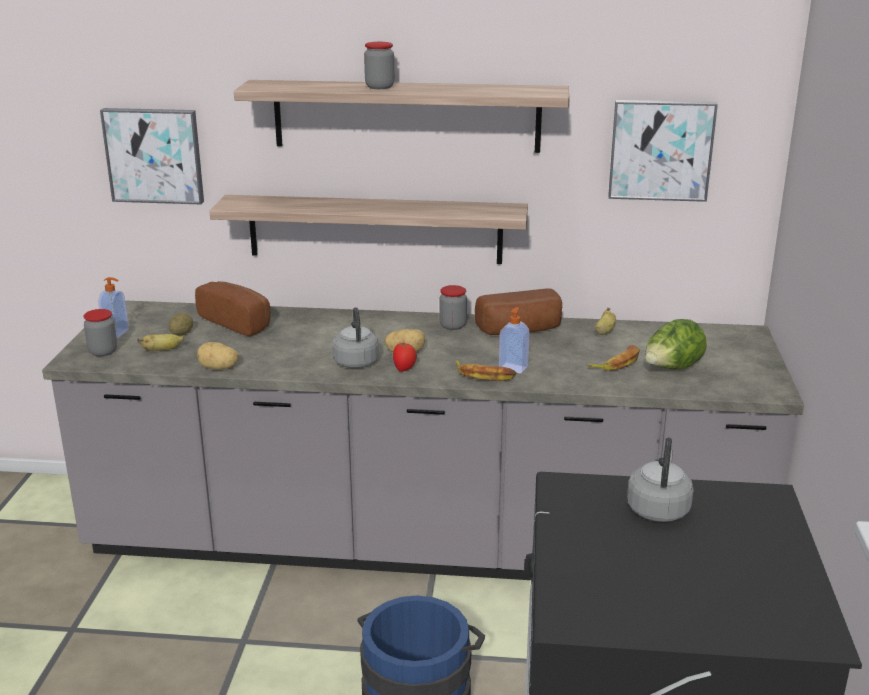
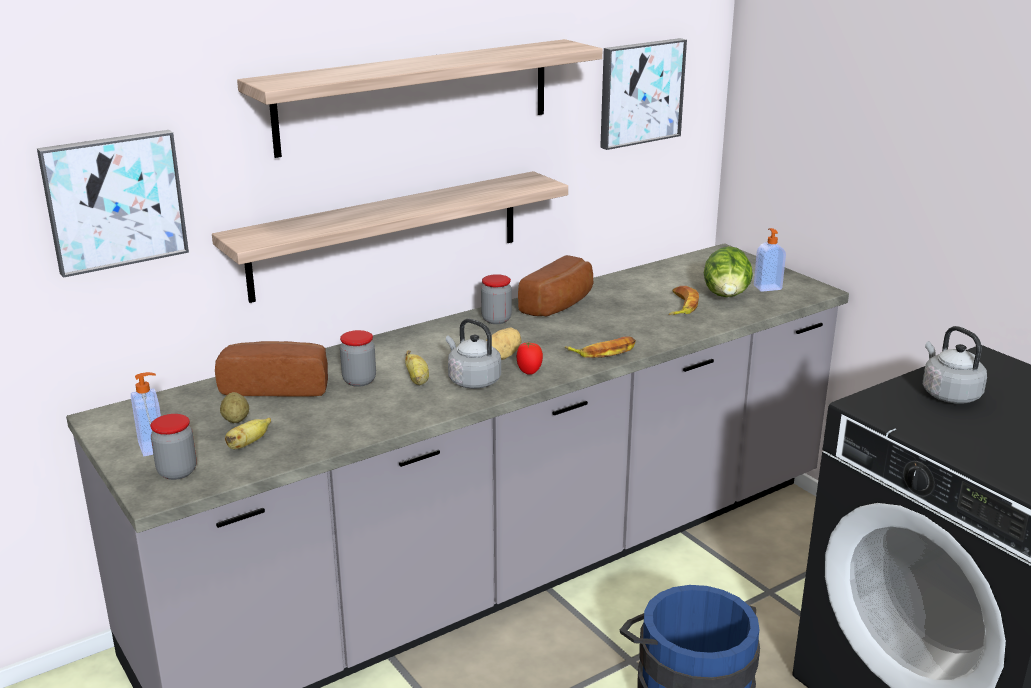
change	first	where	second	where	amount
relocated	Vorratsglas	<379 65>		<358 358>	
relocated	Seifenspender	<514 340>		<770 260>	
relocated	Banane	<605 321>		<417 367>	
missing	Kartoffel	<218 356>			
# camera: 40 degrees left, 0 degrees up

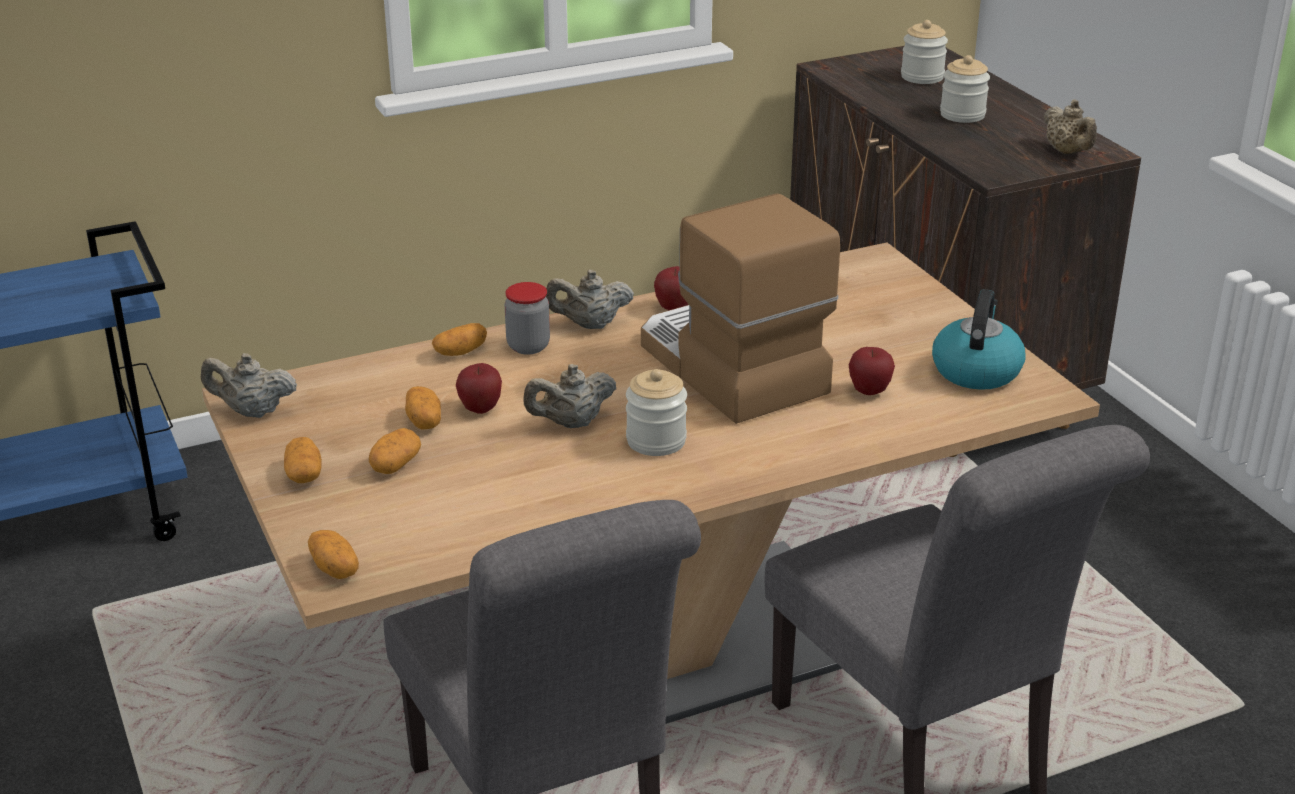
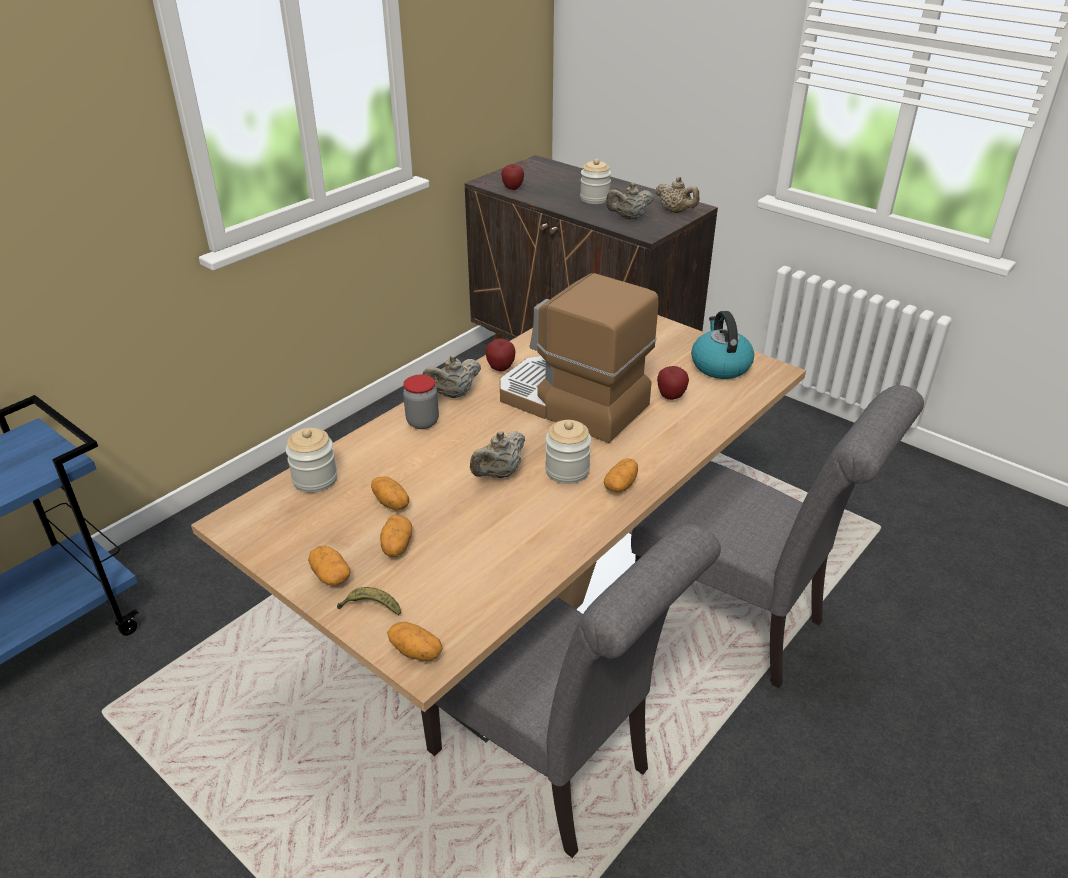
change	first	where	second	where	amount
relocated	Vorratsglas	<924 52>		<312 460>	
relocated	Kartoffel	<459 339>		<621 475>	
relocated	Teekanne (beige)	<249 385>		<630 201>	
relocated	Apfel	<479 388>		<512 177>	
appeared			Banane	<369 601>	
# camera: 25 degrees left, 5 degrees up

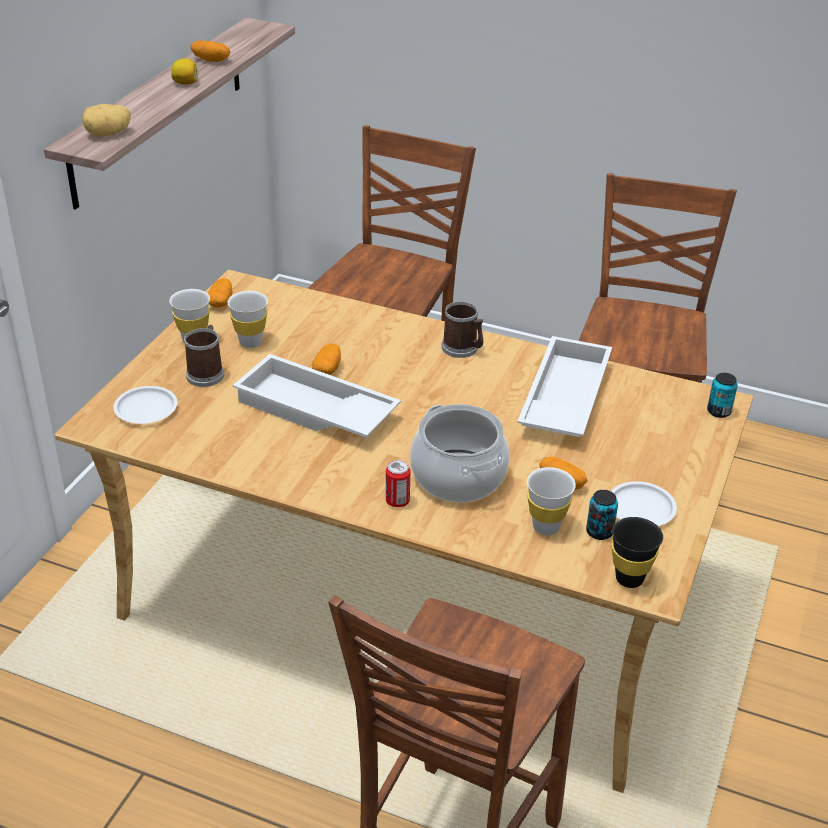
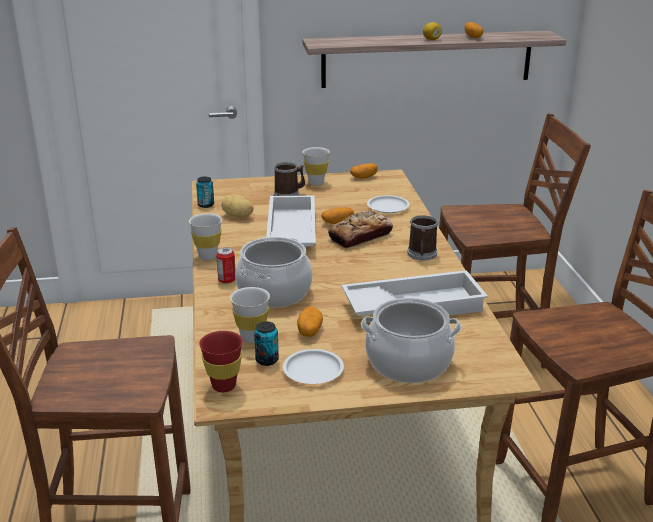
change	first	where	second	where	amount
relocated	Kartoffel	<106 120>		<237 206>	
relocated	Tasse (weiß)	<247 319>		<205 236>	
relocated	Dose	<722 395>		<205 192>	
relocated	Teller (weiß)	<145 405>		<388 204>	
colour	Tasse (schwarz)	<637 552>	Tasse (rot)	<221 361>	
appeared			Brot	<360 229>	
appeared			Kochtopf	<411 340>	
# camera: 60 degrees right, 10 degrees down

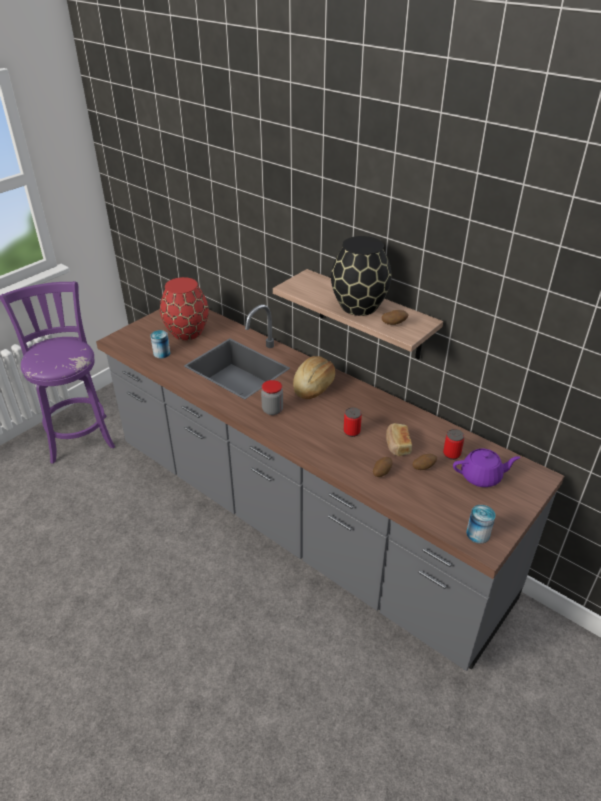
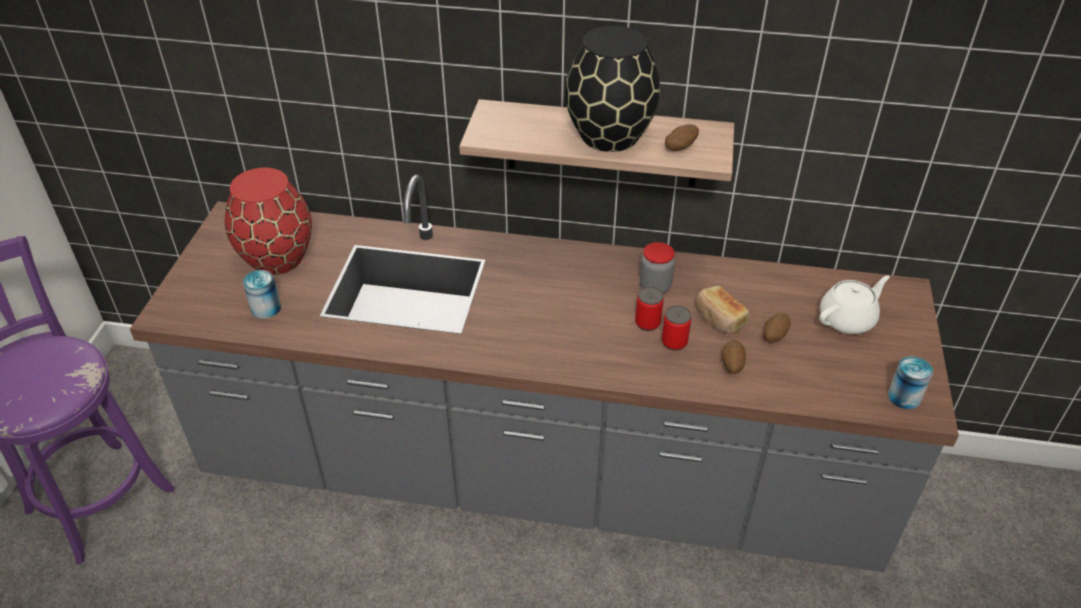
change	first	where	second	where	amount
missing	Brot	<314 377>			
relocated	Vorratsglas	<272 397>		<657 268>	
relocated	Dose	<453 444>		<676 328>	
colour	Teekanne (lila)	<486 467>	Teekanne (weiß)	<854 304>	
# camera: 30 degrees left, 5 degrees up

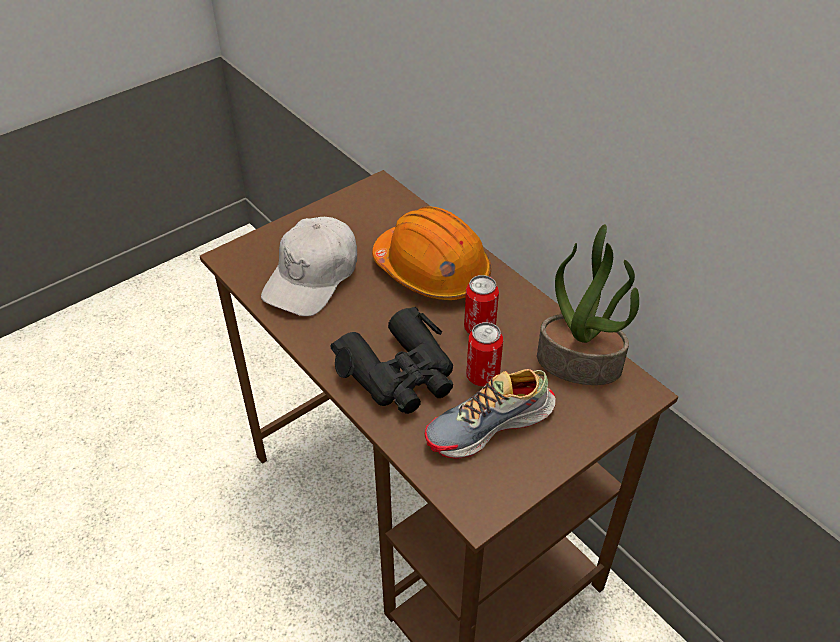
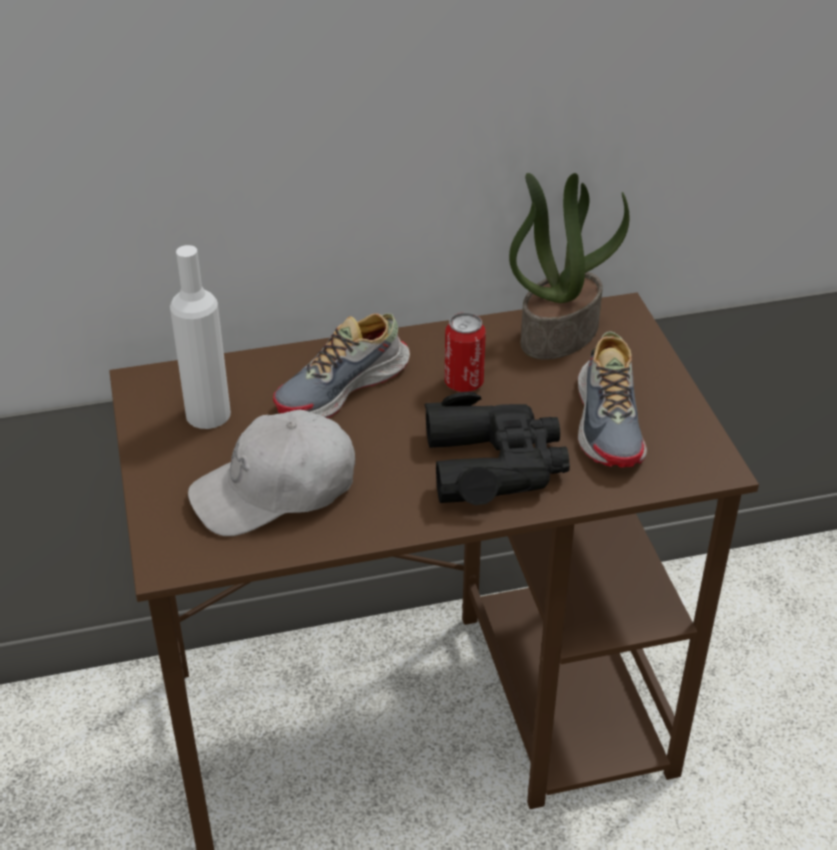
change	first	where	second	where	amount
exchanged	Schutzhelm (orange)	<431 253>	Schuh	<341 366>	
spun	Kappe (weiß)	<309 266>		<271 473>	105 degrees clockwise
missing	Dose	<485 354>			
appeared			Flasche (weiß)	<200 337>	
# camera: 65 degrees left, 5 degrees down

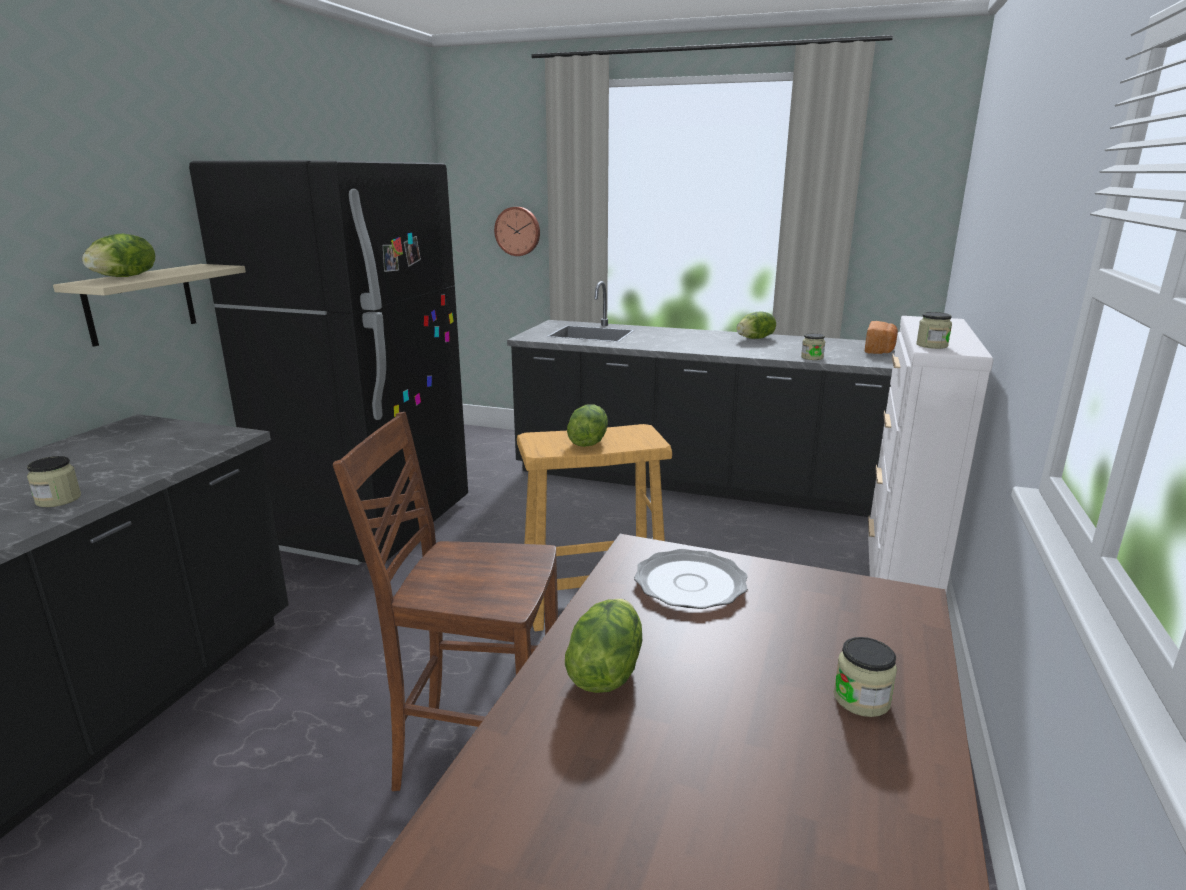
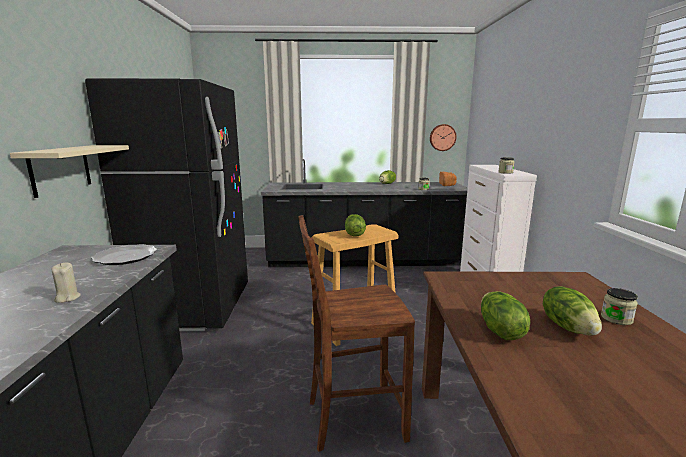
change	first	where	second	where	amount
relocated	Wanduhr	<517 231>		<443 137>	
relocated	Salatkopf	<118 255>		<572 311>	
exchanged	Vorratsglas	<54 481>	Kerze (beige)	<66 283>	
relocated	Teller	<690 579>		<124 254>	
# camera: 20 degrees left, 5 degrees down

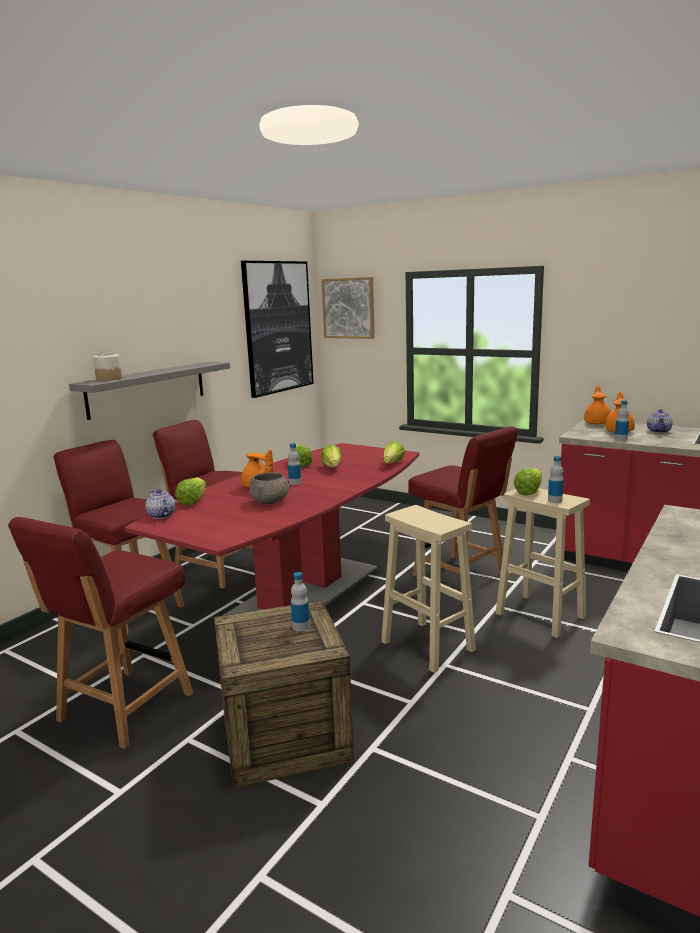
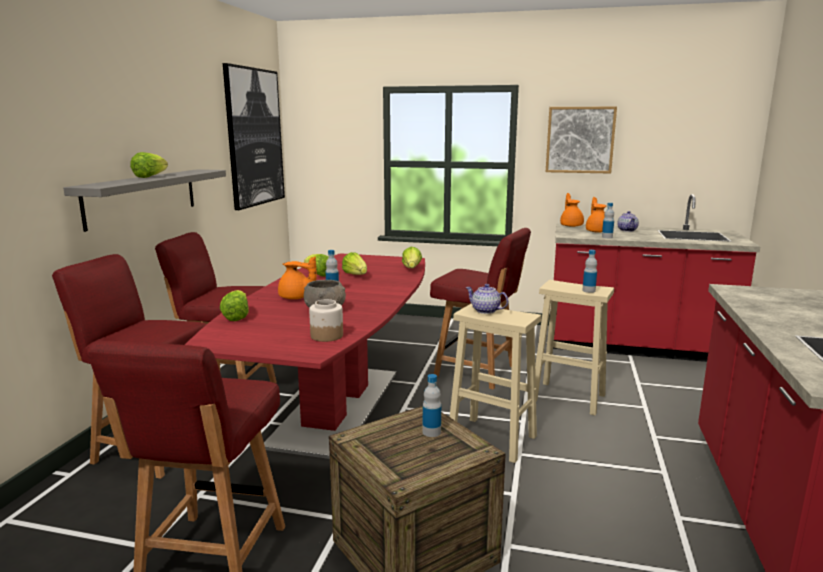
change	first	where	second	where	amount
relocated	Bild	<348 308>		<581 140>	
relocated	Vorratsglas	<107 366>		<326 320>	
relocated	Salatkopf	<528 481>		<149 165>	
relocated	Teekanne	<160 504>		<487 299>	
# camera: 20 degrees left, 0 degrees up

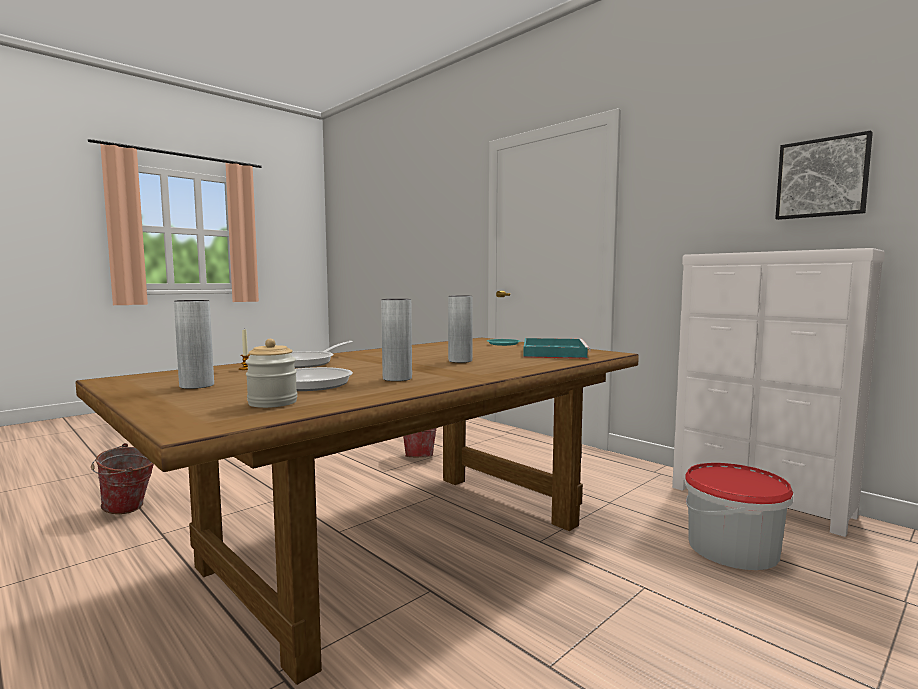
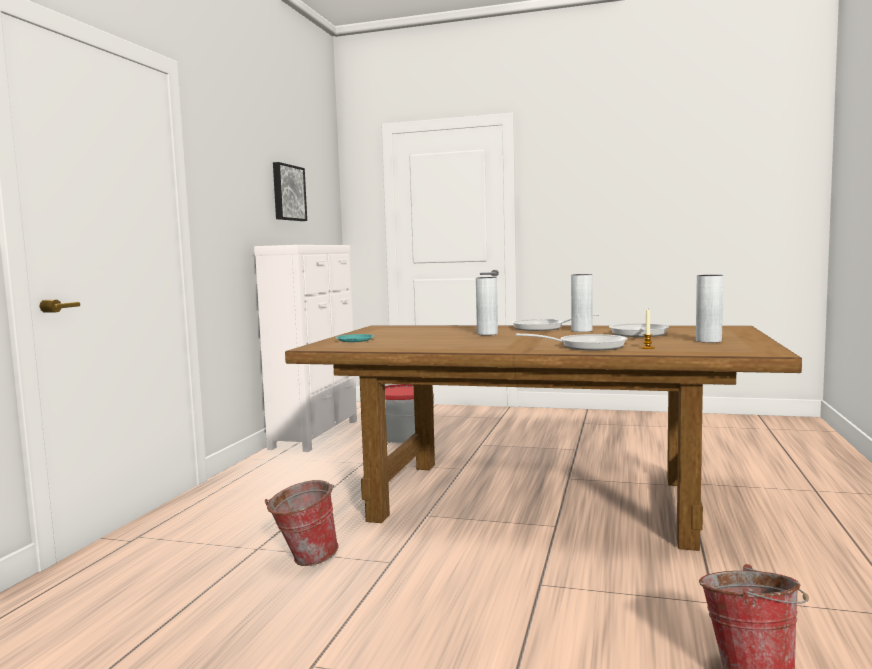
change	first	where	second	where	amount
missing	Tablett (türkis)	<557 348>			
missing	Vorratsglas	<271 373>			
appeared			Pfanne	<555 322>	
# camera: 120 degrees left, 0 degrees up

